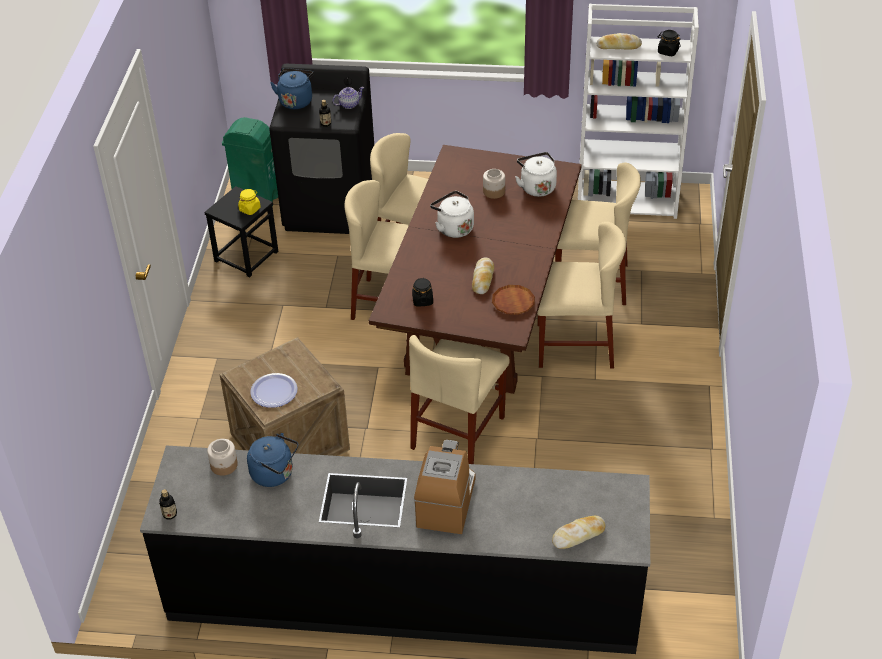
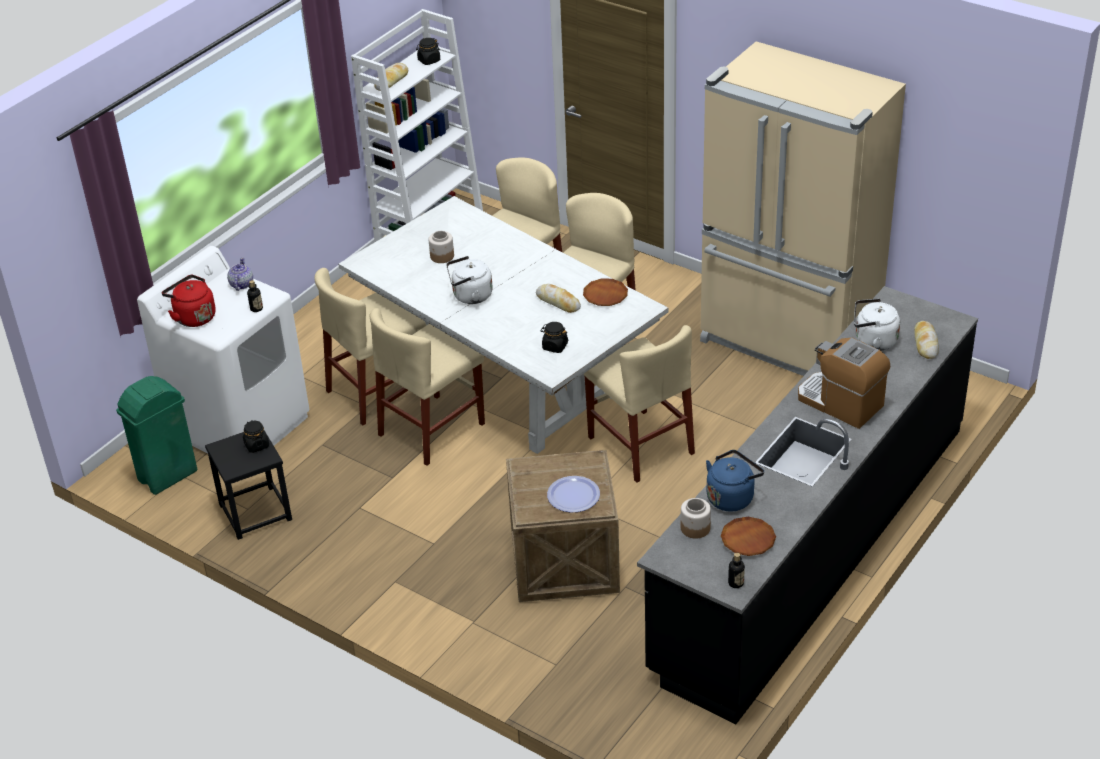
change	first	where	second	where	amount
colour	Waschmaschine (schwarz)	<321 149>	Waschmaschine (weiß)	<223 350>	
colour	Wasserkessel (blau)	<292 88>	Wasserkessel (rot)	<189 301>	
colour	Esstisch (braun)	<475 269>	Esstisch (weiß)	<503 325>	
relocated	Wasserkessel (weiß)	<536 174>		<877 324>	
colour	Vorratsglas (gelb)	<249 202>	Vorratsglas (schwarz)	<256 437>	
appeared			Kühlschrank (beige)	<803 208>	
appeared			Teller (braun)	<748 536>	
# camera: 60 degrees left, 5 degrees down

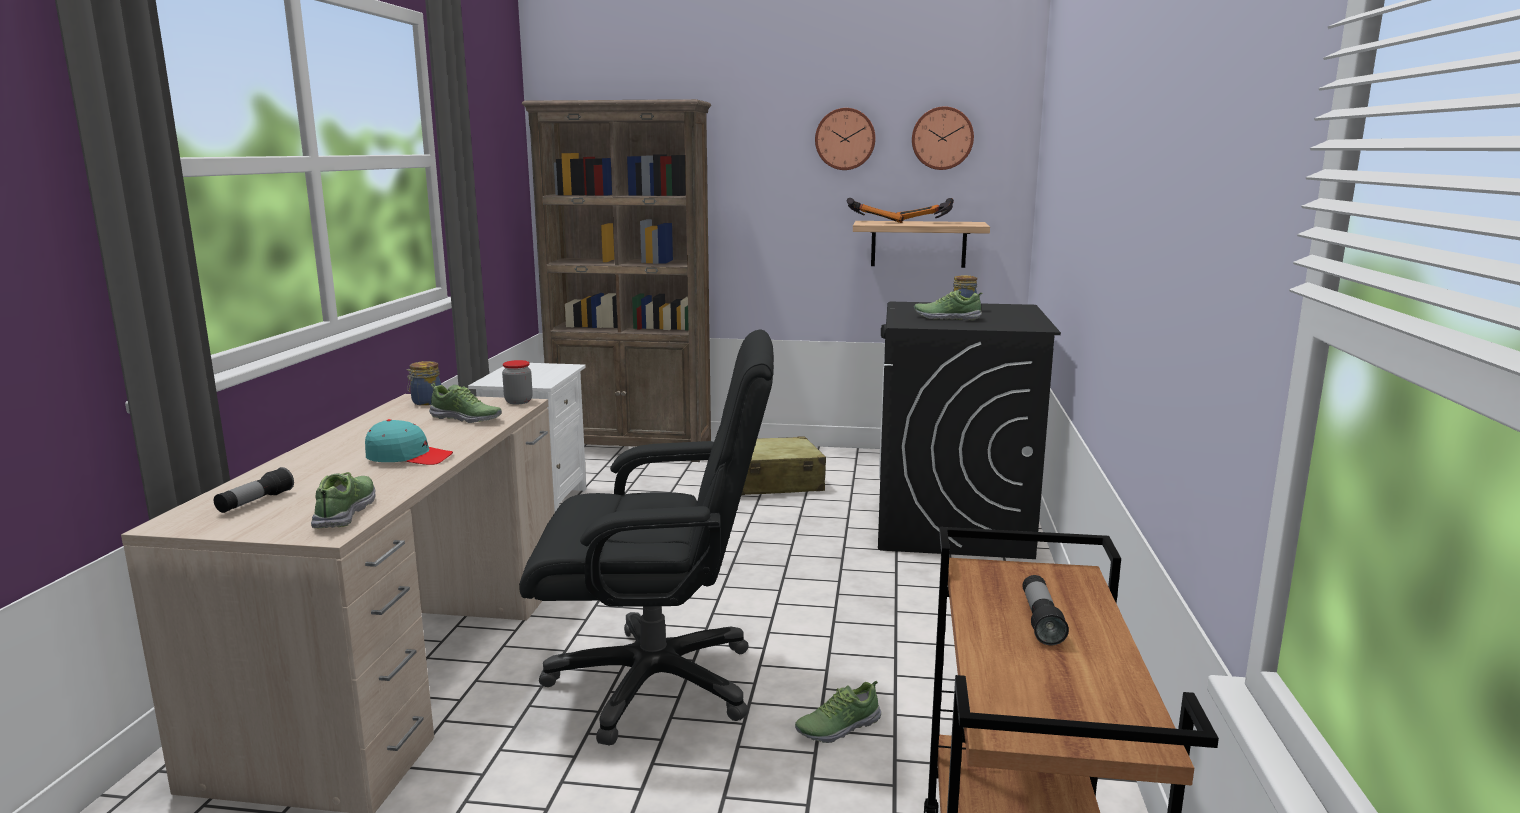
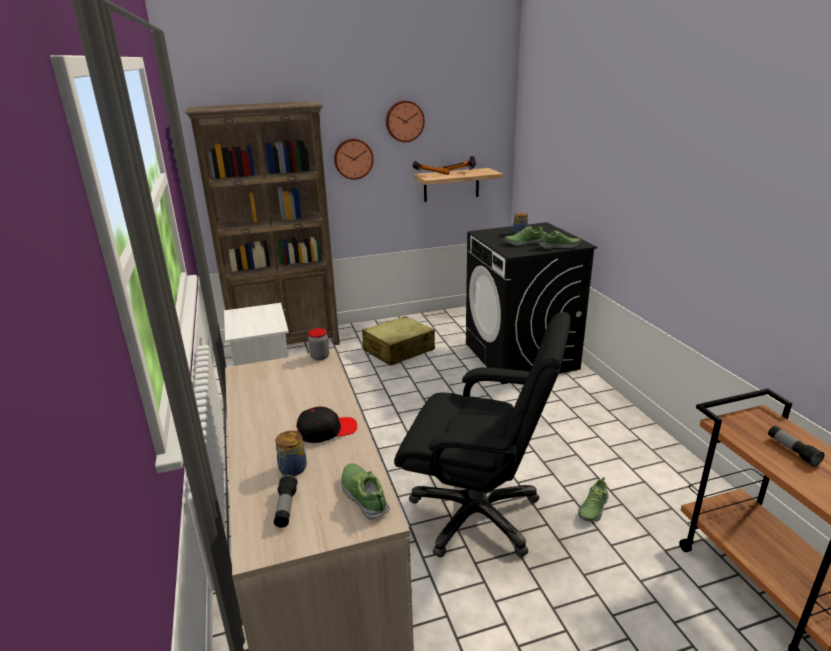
change	first	where	second	where	amount
relocated	Wanduhr	<943 138>		<354 159>	
spun	Bürostuhl (schwarz)	<646 537>		<482 434>	45 degrees clockwise
relocated	Vorratsglas	<423 383>		<291 453>	
relocated	Schuh	<465 403>		<560 239>	
colour	Kappe (türkis)	<409 442>	Kappe (schwarz)	<327 424>	
# camera: 25 degrees left, 10 degrees up

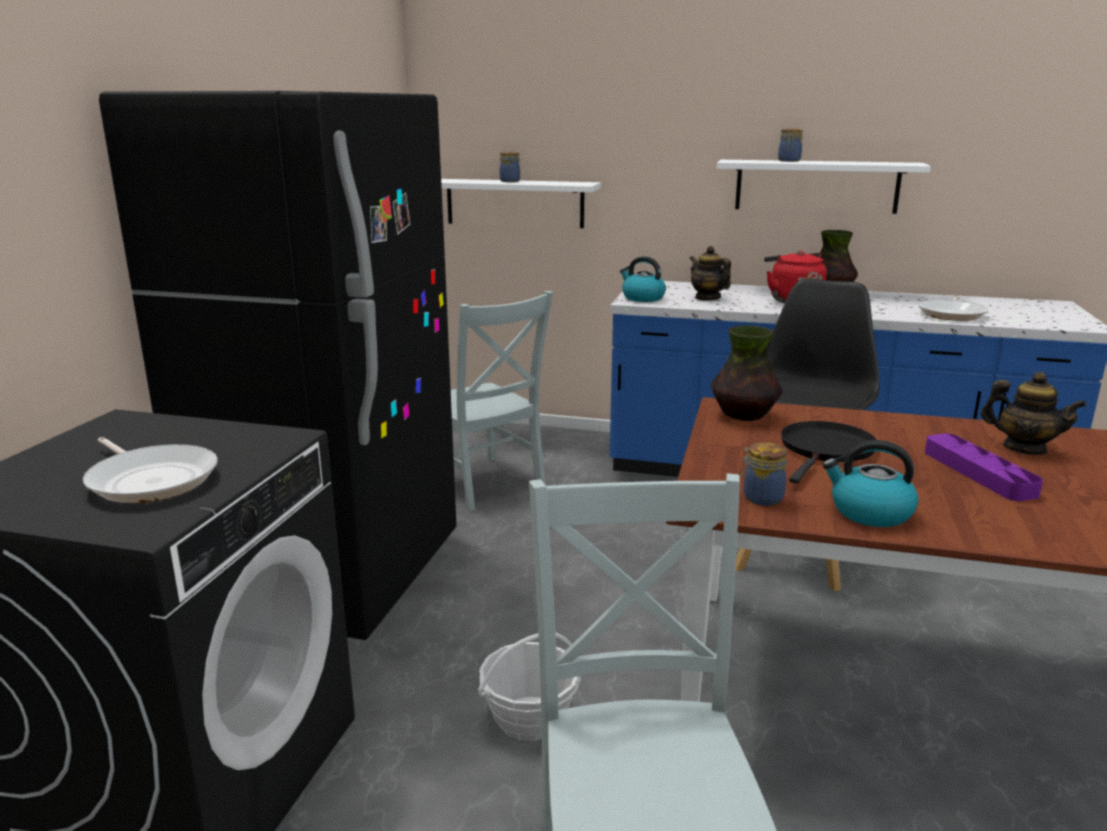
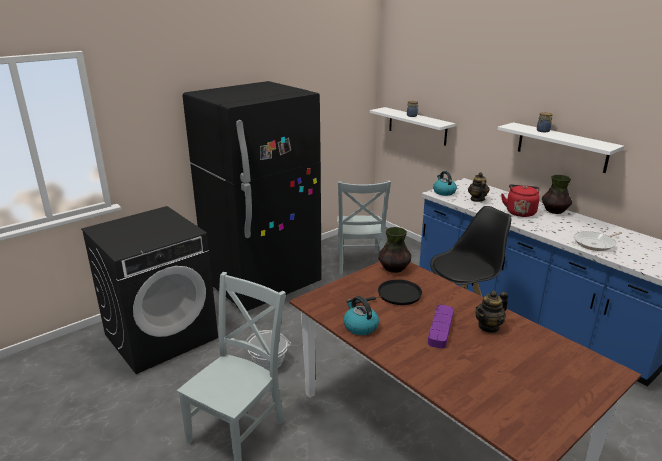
change	first	where	second	where	amount
spun	Teekanne	<1034 413>		<491 312>	75 degrees clockwise
missing	Pfanne	<150 470>			
missing	Vorratsglas	<763 474>			
# camera: 35 degrees right, 5 degrees up

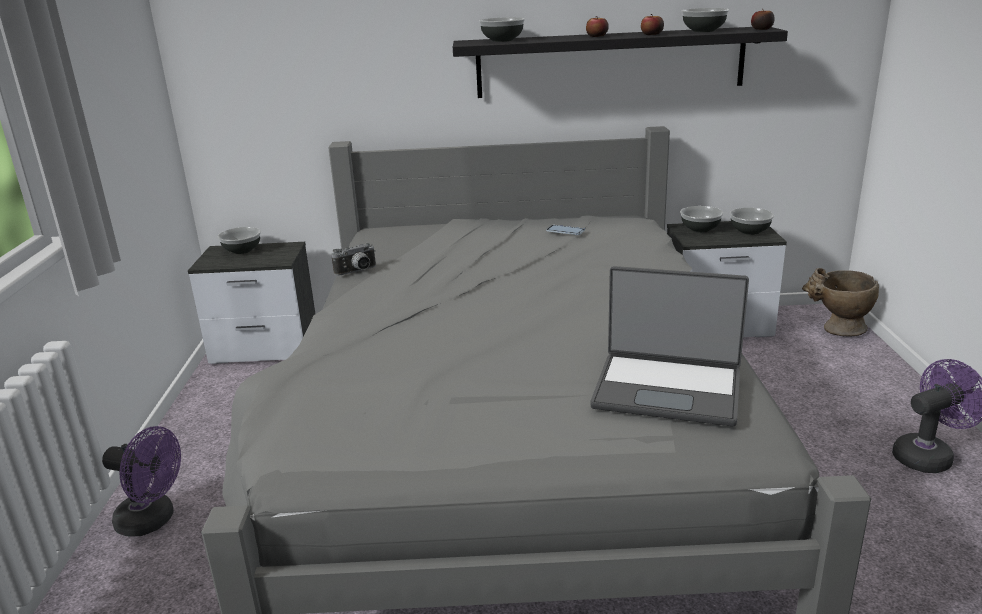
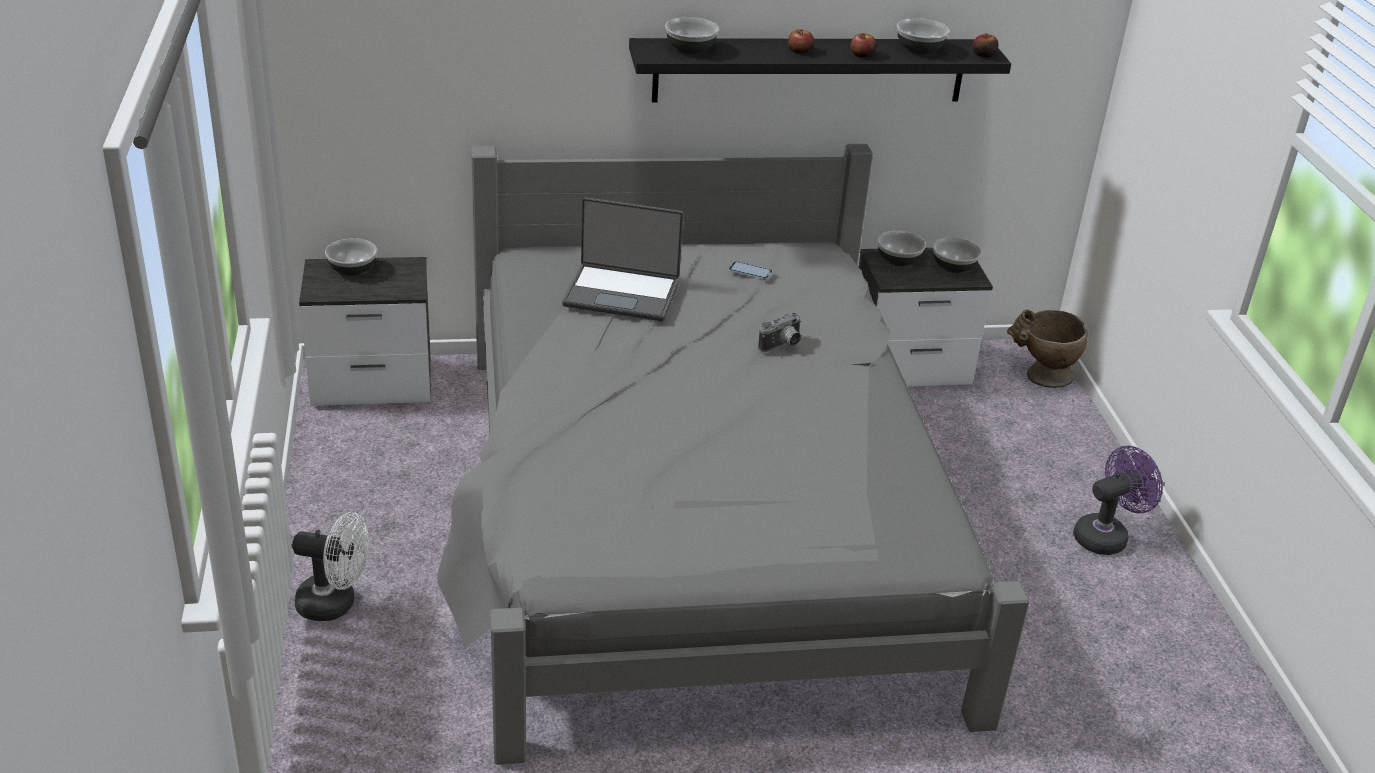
change	first	where	second	where	amount
relocated	Kamera	<353 259>		<779 332>	
relocated	Laptop	<669 346>		<622 259>	
colour	Ventilator (lila)	<141 481>	Ventilator (weiß)	<330 566>	
# camera: 10 degrees left, 10 degrees up

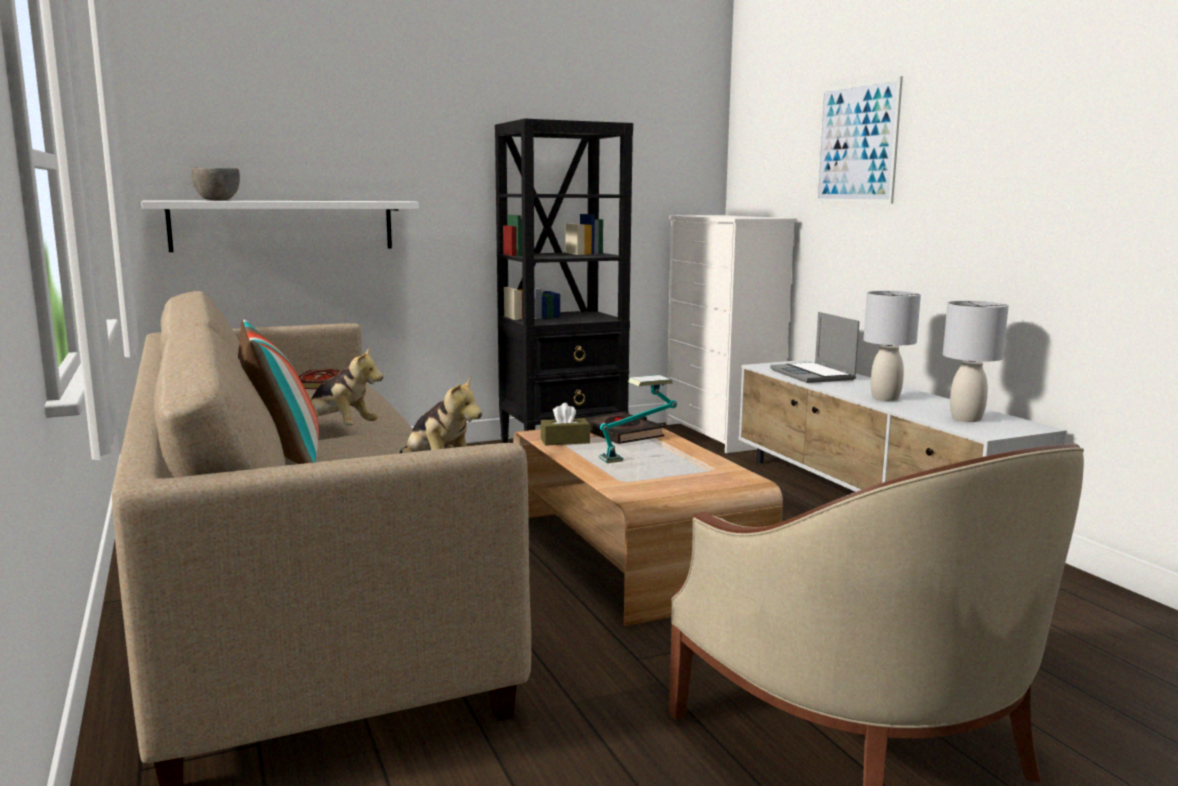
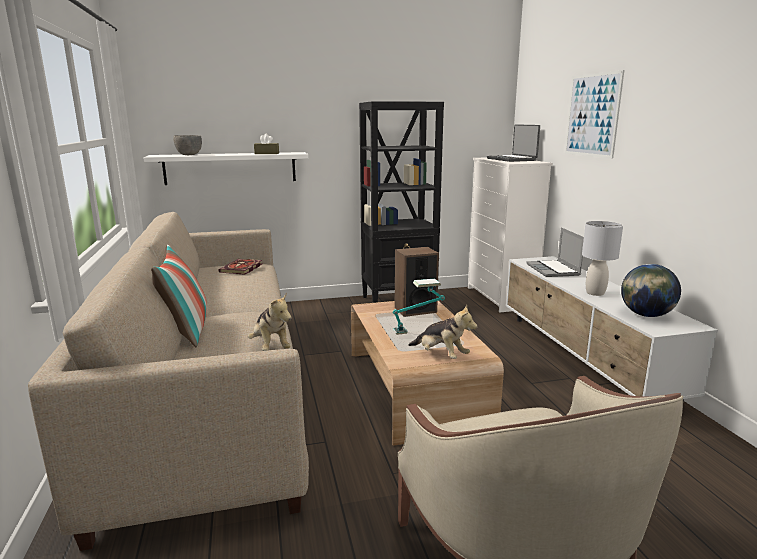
change	first	where	second	where	amount
exchanged	Tischlampe (grau)	<976 361>	Globus	<651 290>	
relocated	Plüschtier	<347 386>		<442 332>	
relocated	Taschentuchbox (braun)	<565 424>		<266 144>	
exchanged	Buch (schwarz)	<624 428>	Lautsprecher	<417 282>	
appeared			Laptop	<513 143>	
# camera: 10 degrees right, 5 degrees up

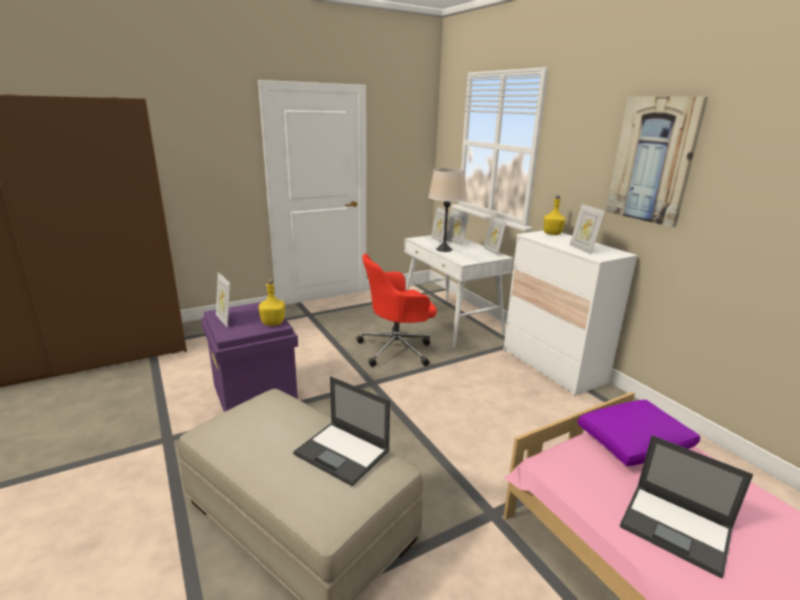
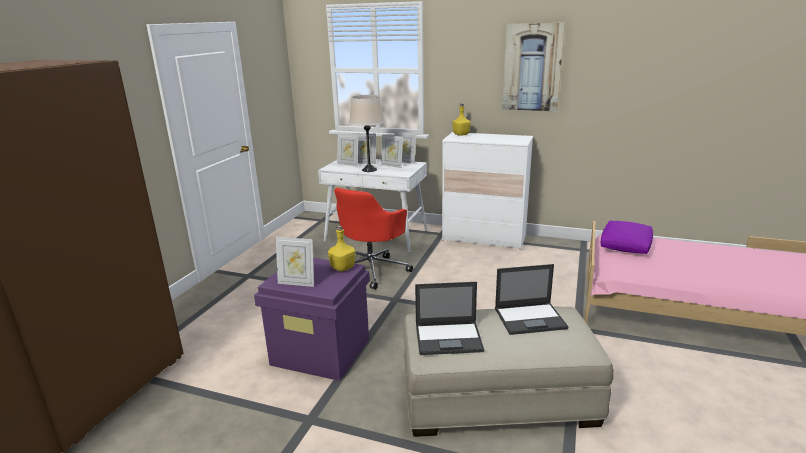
change	first	where	second	where	amount
relocated	Bilderrahmen	<587 229>		<392 151>	
relocated	Laptop	<686 506>		<449 318>	
# camera: 40 degrees left, 0 degrees up

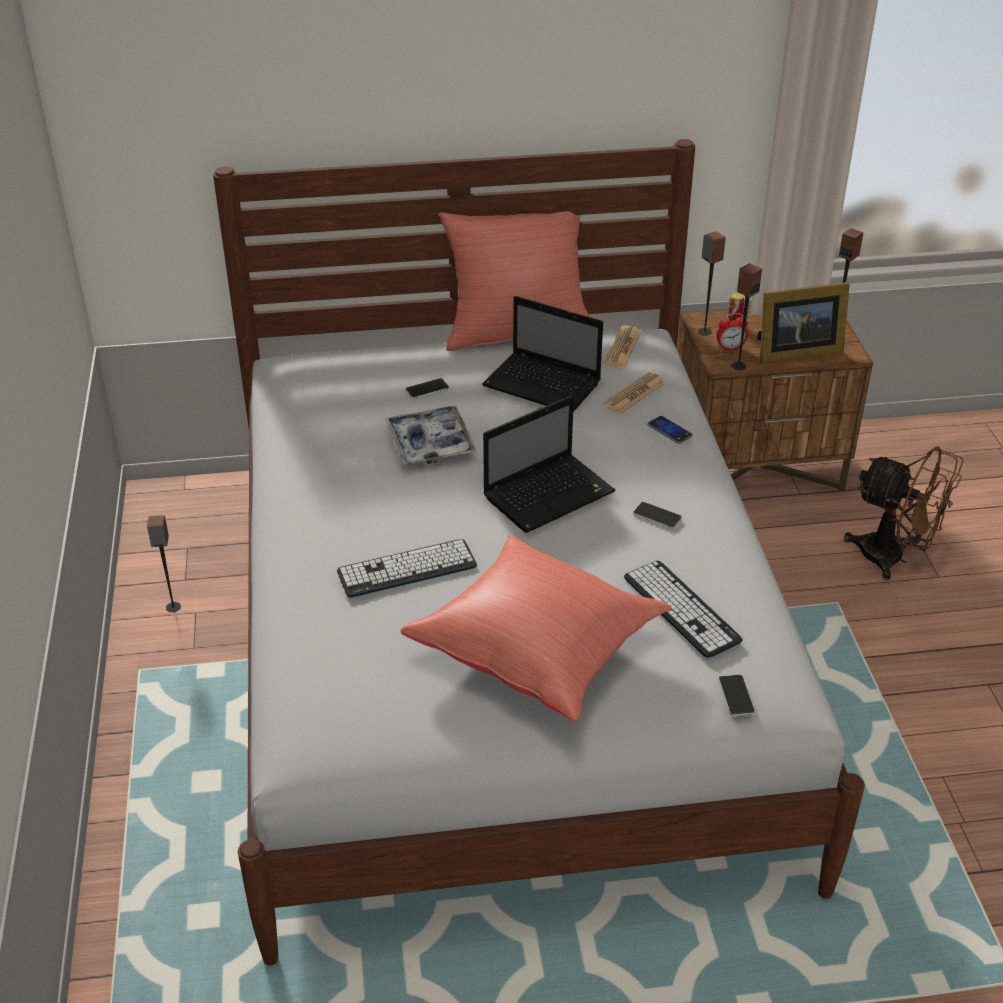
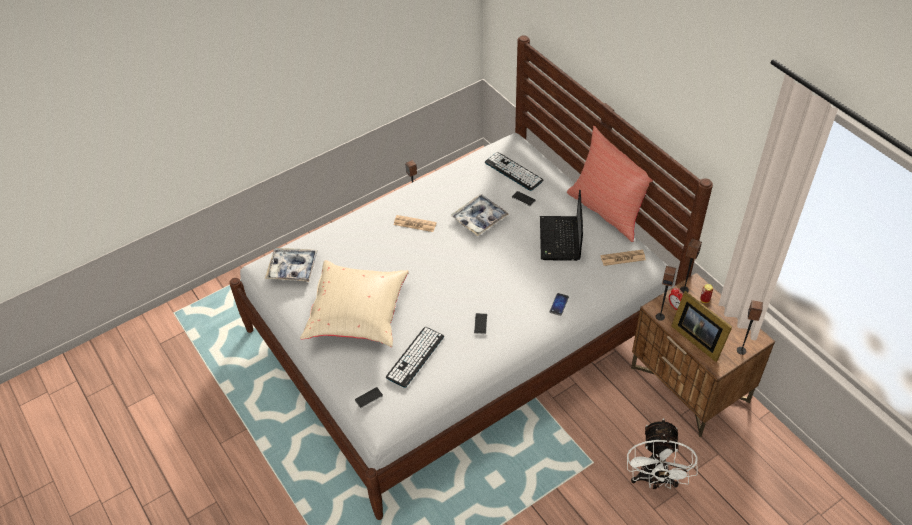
change	first	where	second	where	amount
relocated	Zeitung	<634 393>		<415 223>	
missing	Laptop	<549 464>			
colour	Ventilator (braun)	<903 513>	Ventilator (weiß)	<662 453>	
colour	Kissen (rot)	<536 628>	Kissen (beige)	<354 303>	
relocated	Tastatur	<407 568>		<514 171>	
appeared			Tablett	<291 265>	
# camera: 65 degrees right, 10 degrees up

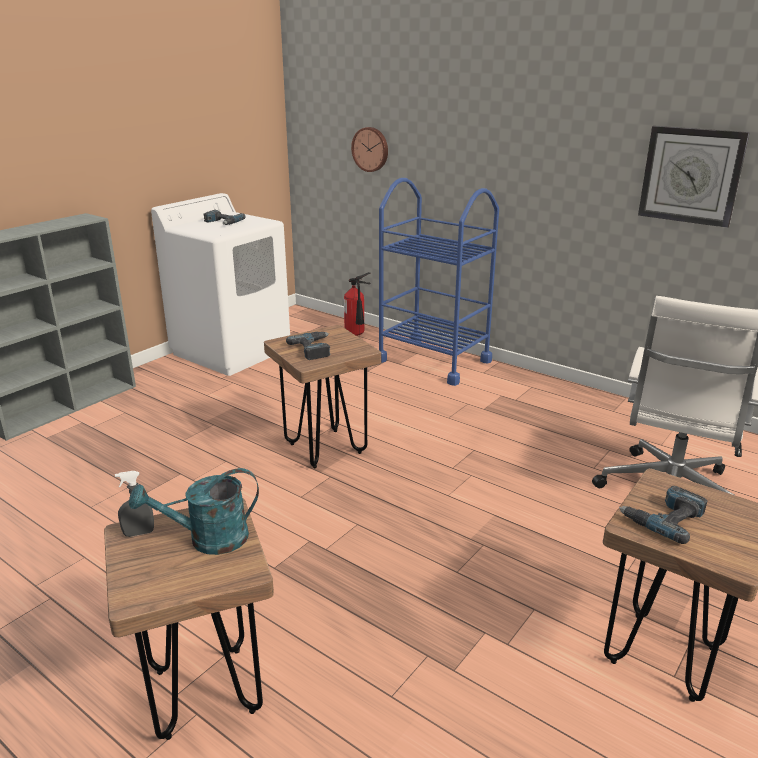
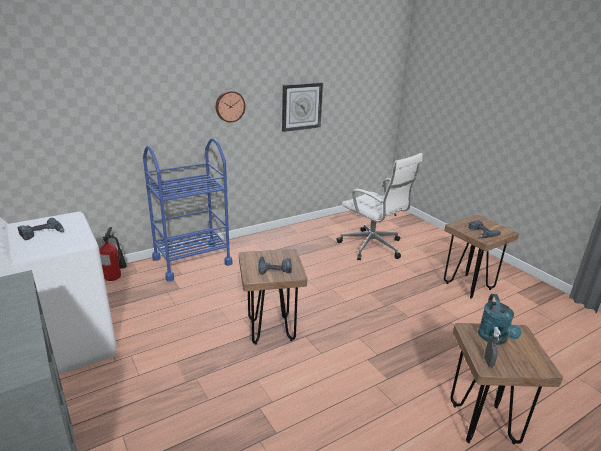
change	first	where	second	where	amount
relocated	Wanduhr	<369 149>		<230 107>	
# camera: 70 degrees left, 0 degrees up

